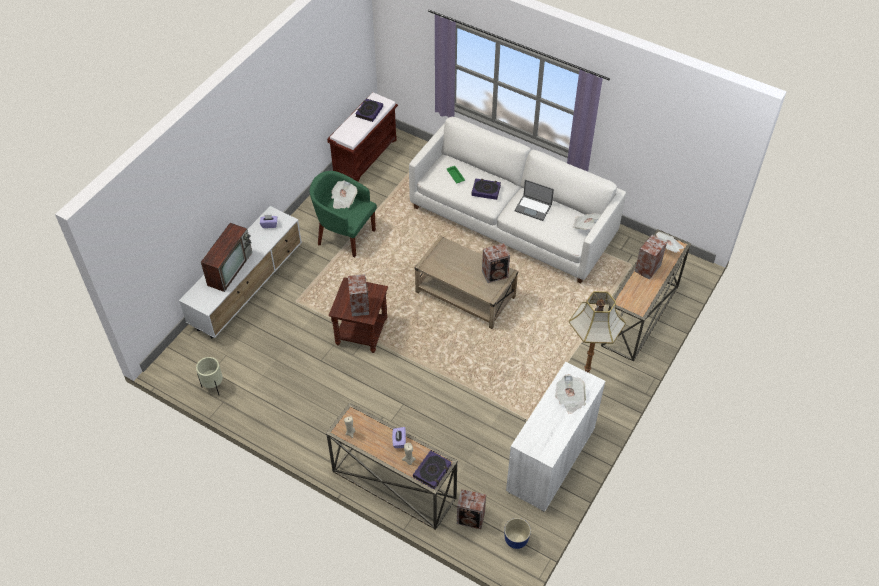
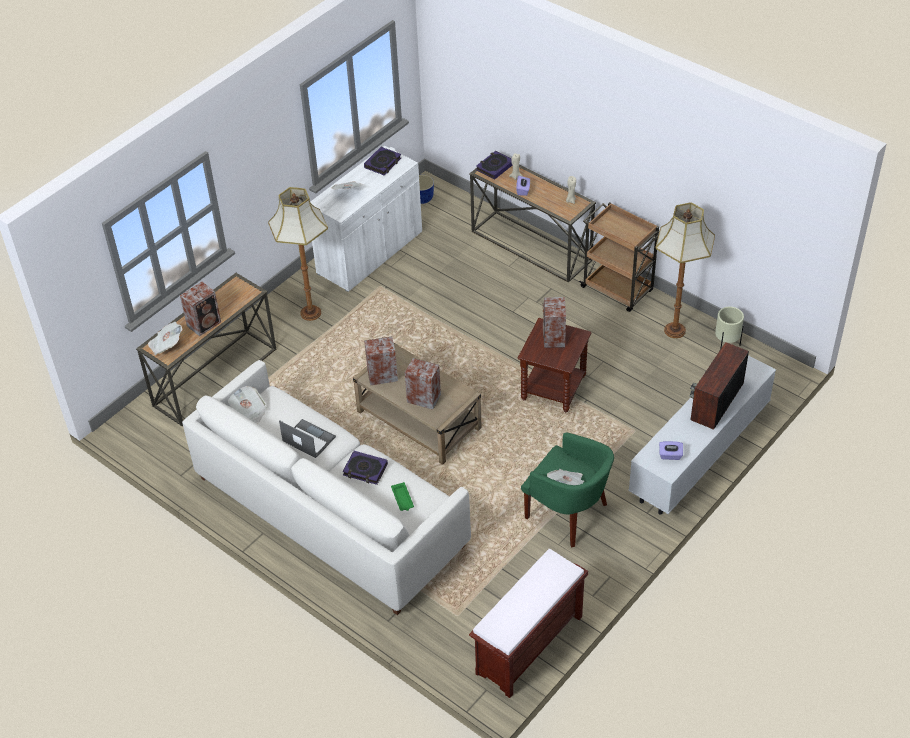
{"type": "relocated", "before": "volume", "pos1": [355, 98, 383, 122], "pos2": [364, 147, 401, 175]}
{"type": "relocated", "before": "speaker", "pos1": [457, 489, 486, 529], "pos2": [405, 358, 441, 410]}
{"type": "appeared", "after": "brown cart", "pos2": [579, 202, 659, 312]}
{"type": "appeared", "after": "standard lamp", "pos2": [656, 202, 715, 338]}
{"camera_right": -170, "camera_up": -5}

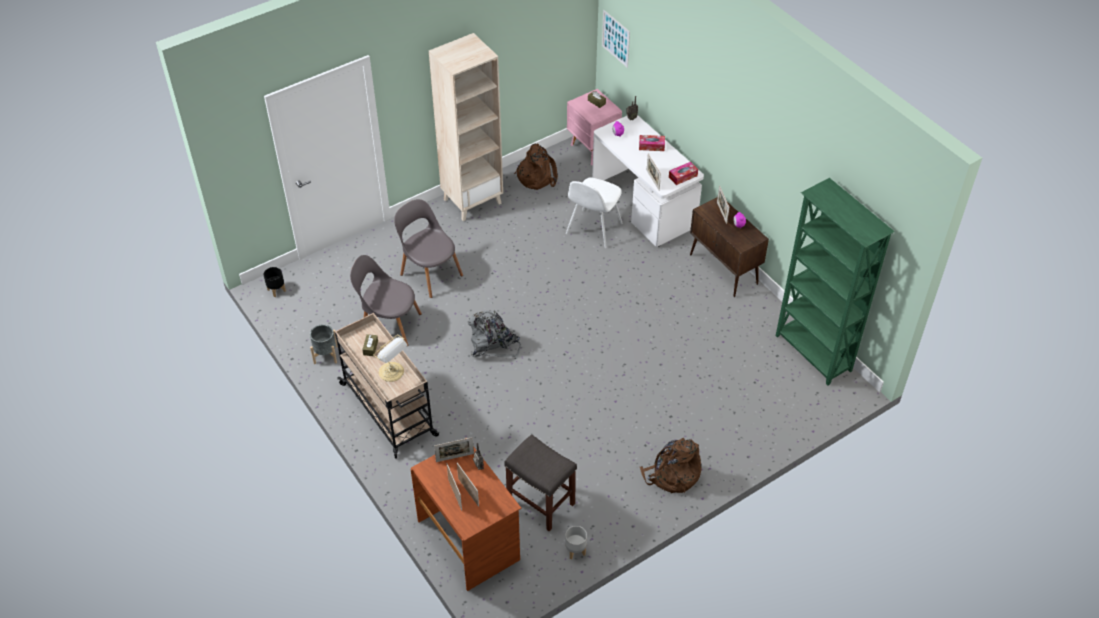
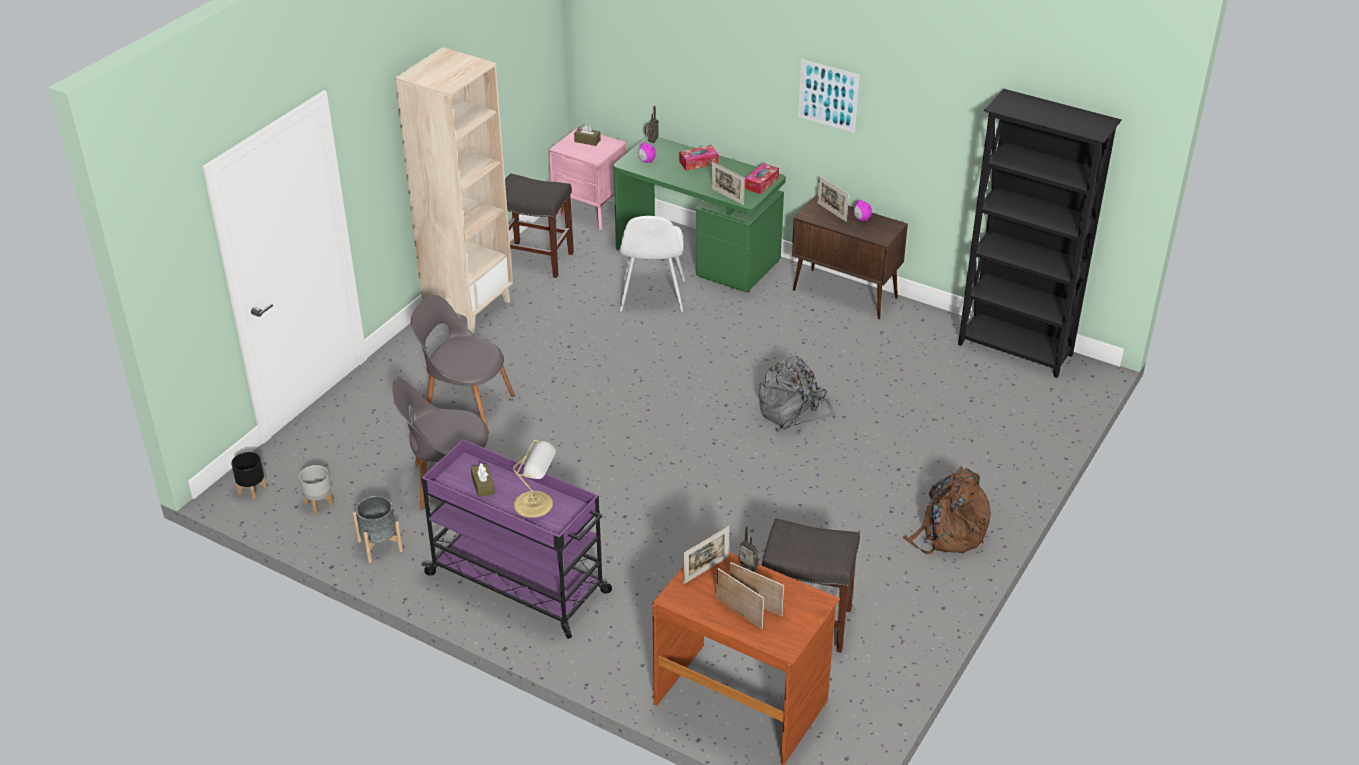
{"type": "relocated", "before": "wall picture", "pos1": [602, 10, 630, 68], "pos2": [798, 59, 860, 133]}
{"type": "colour", "before": "whitish desk", "after": "green-coloured desk", "pos1": [592, 115, 704, 247], "pos2": [613, 136, 786, 293]}
{"type": "exchanged", "before": "brown rucksack", "after": "greyish stool", "pos1": [514, 144, 558, 190], "pos2": [505, 174, 574, 278]}
{"type": "colour", "before": "green-coloured bookcase", "after": "black-coloured bookcase", "pos1": [776, 178, 895, 386], "pos2": [958, 89, 1122, 378]}
{"type": "relocated", "before": "greyish rucksack", "pos1": [468, 310, 520, 359], "pos2": [758, 356, 837, 432]}
{"type": "colour", "before": "beige-coloured cart", "after": "purple-coloured cart", "pos1": [335, 313, 439, 459], "pos2": [421, 439, 612, 639]}
{"type": "relocated", "before": "greyish plant pot", "pos1": [565, 526, 587, 559], "pos2": [299, 465, 334, 514]}
{"camera_right": -25, "camera_up": -10}

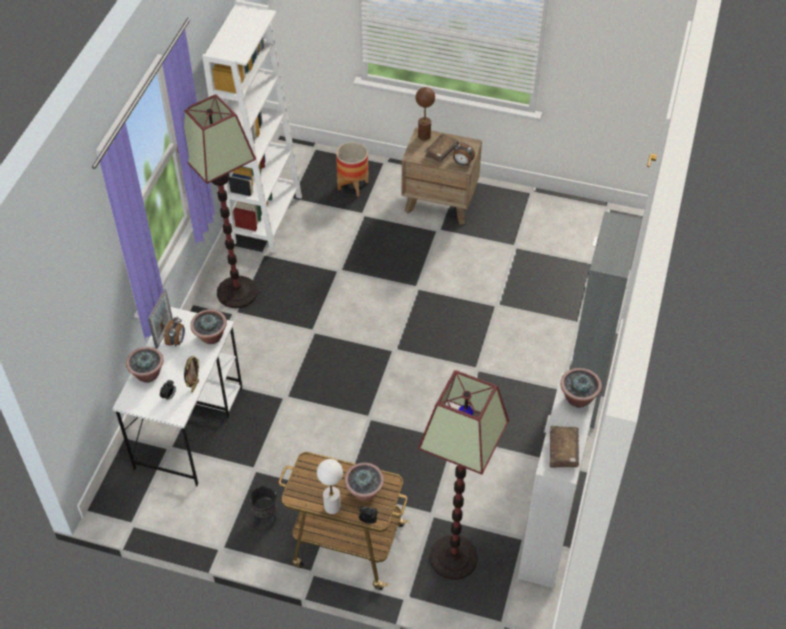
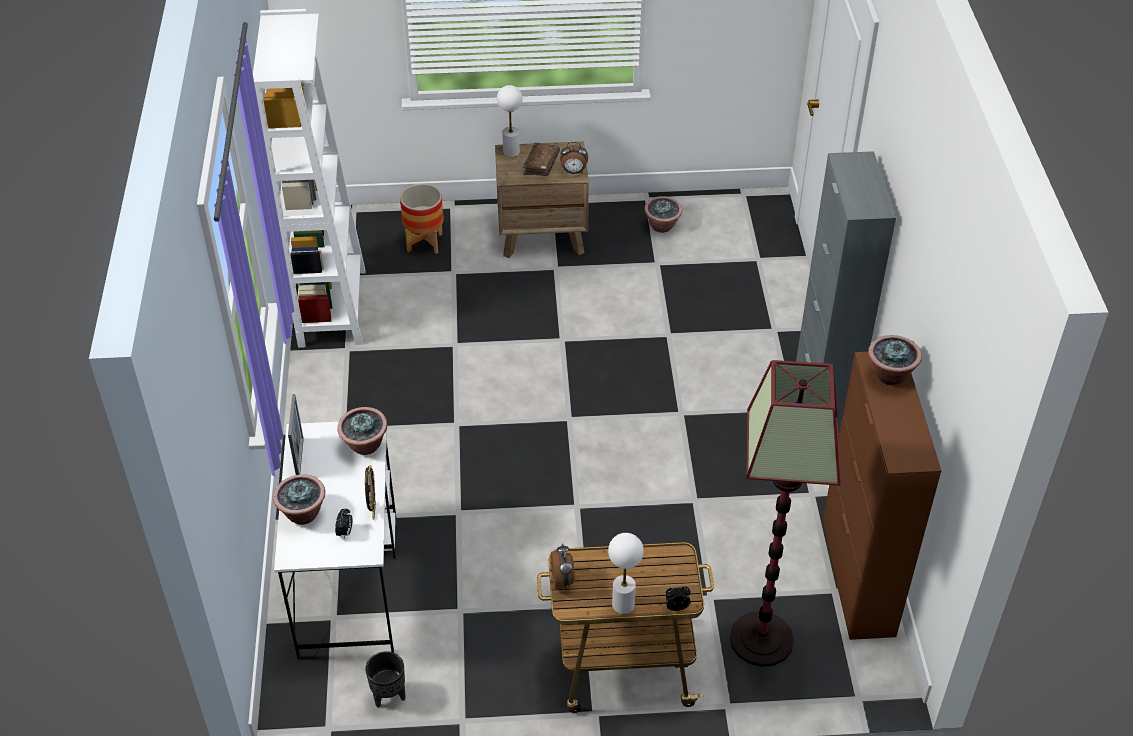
{"type": "colour", "before": "brown table lamp", "after": "whitish table lamp", "pos1": [416, 87, 435, 140], "pos2": [497, 85, 523, 157]}
{"type": "missing", "before": "standard lamp", "pos1": [177, 94, 257, 308]}
{"type": "relocated", "before": "alarm clock", "pos1": [164, 316, 185, 347], "pos2": [551, 543, 575, 589]}
{"type": "colour", "before": "whitish cupboard", "after": "brown cupboard", "pos1": [518, 373, 596, 588], "pos2": [822, 352, 941, 640]}
{"type": "missing", "before": "brown volume", "pos1": [550, 426, 579, 468]}
{"type": "relocated", "before": "plant in a pot", "pos1": [345, 462, 384, 501], "pos2": [644, 196, 682, 233]}
{"type": "relocated", "before": "black-coloured plant pot", "pos1": [249, 486, 277, 523], "pos2": [365, 651, 406, 708]}
{"camera_right": -20, "camera_up": -5}

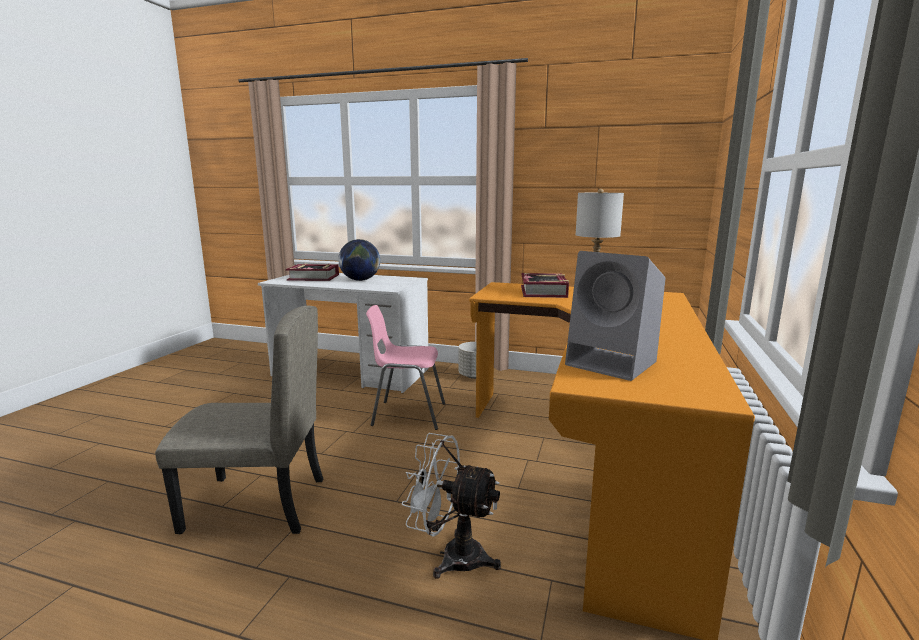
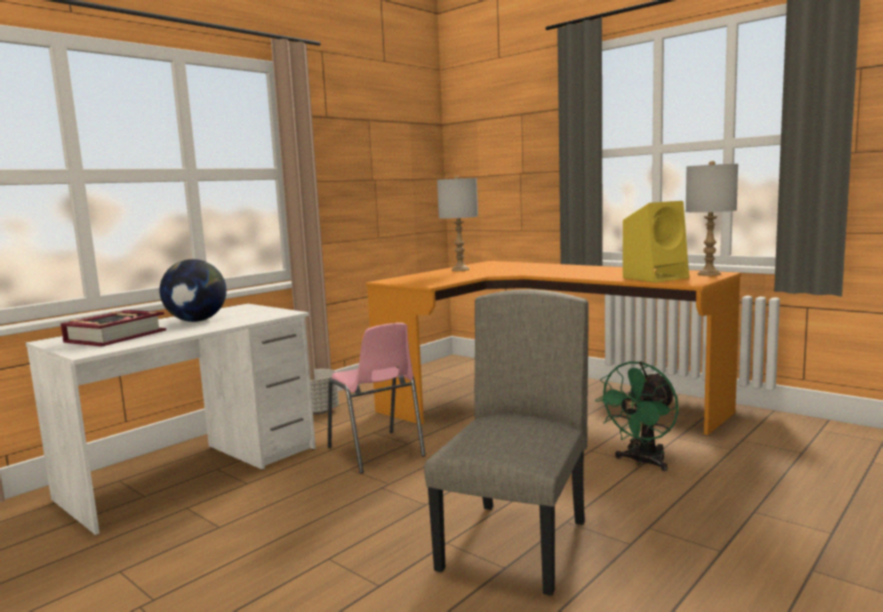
{"type": "colour", "before": "greyish speaker", "after": "yellow speaker", "pos1": [565, 251, 666, 381], "pos2": [623, 201, 689, 283]}
{"type": "missing", "before": "volume", "pos1": [521, 273, 569, 298]}
{"type": "spun", "before": "pinkish chair", "pos1": [366, 305, 445, 430], "pos2": [328, 323, 426, 473], "turn": -60}
{"type": "colour", "before": "whitish cooling fan", "after": "green-coloured cooling fan", "pos1": [402, 433, 501, 579], "pos2": [595, 361, 679, 471]}
{"type": "appeared", "after": "greyish table lamp", "pos2": [686, 161, 738, 276]}
{"camera_right": -65, "camera_up": -5}

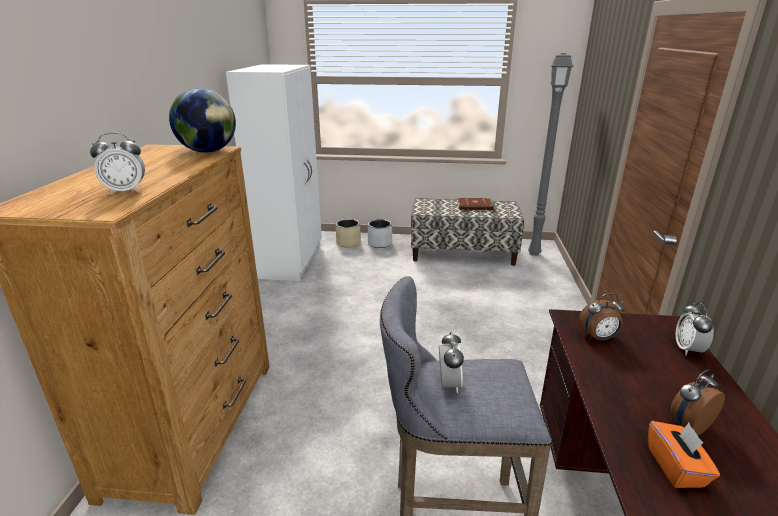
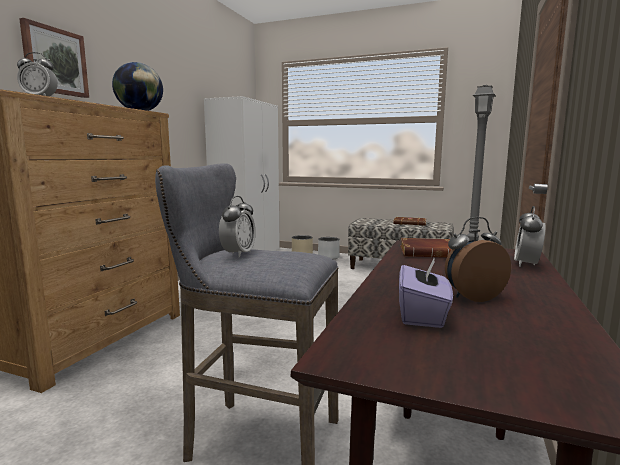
{"type": "exchanged", "before": "alarm clock", "after": "brown volume", "pos1": [578, 293, 625, 340], "pos2": [400, 238, 452, 258]}
{"type": "colour", "before": "orangey tissue holder", "after": "purple-coloured tissue holder", "pos1": [648, 421, 720, 488], "pos2": [399, 256, 453, 328]}
{"type": "appeared", "after": "wall picture", "pos2": [19, 18, 89, 98]}
{"camera_right": 15, "camera_up": -15}

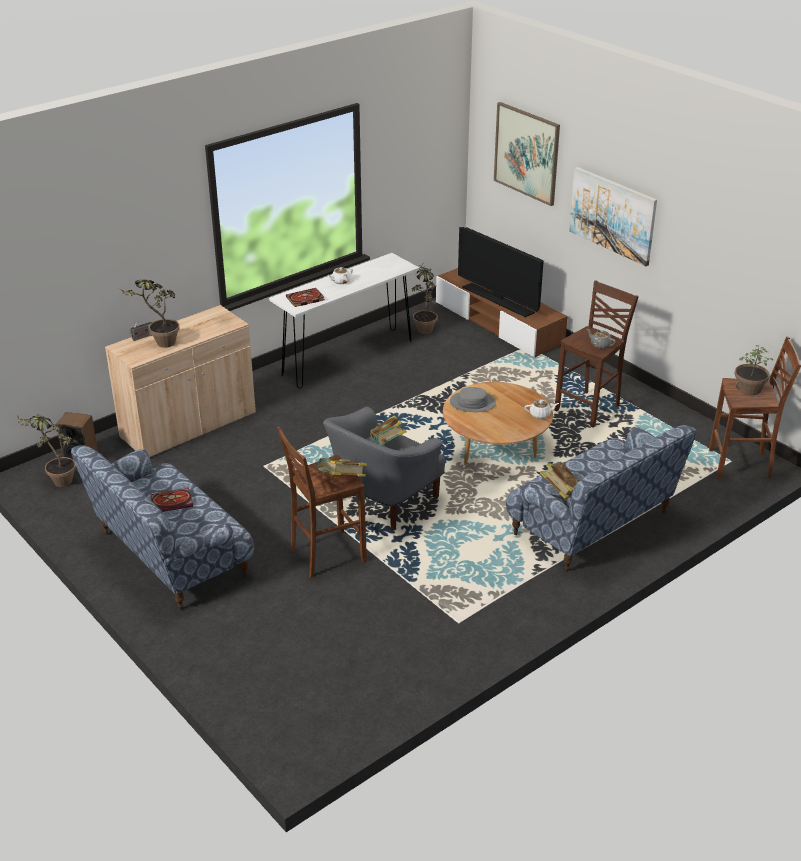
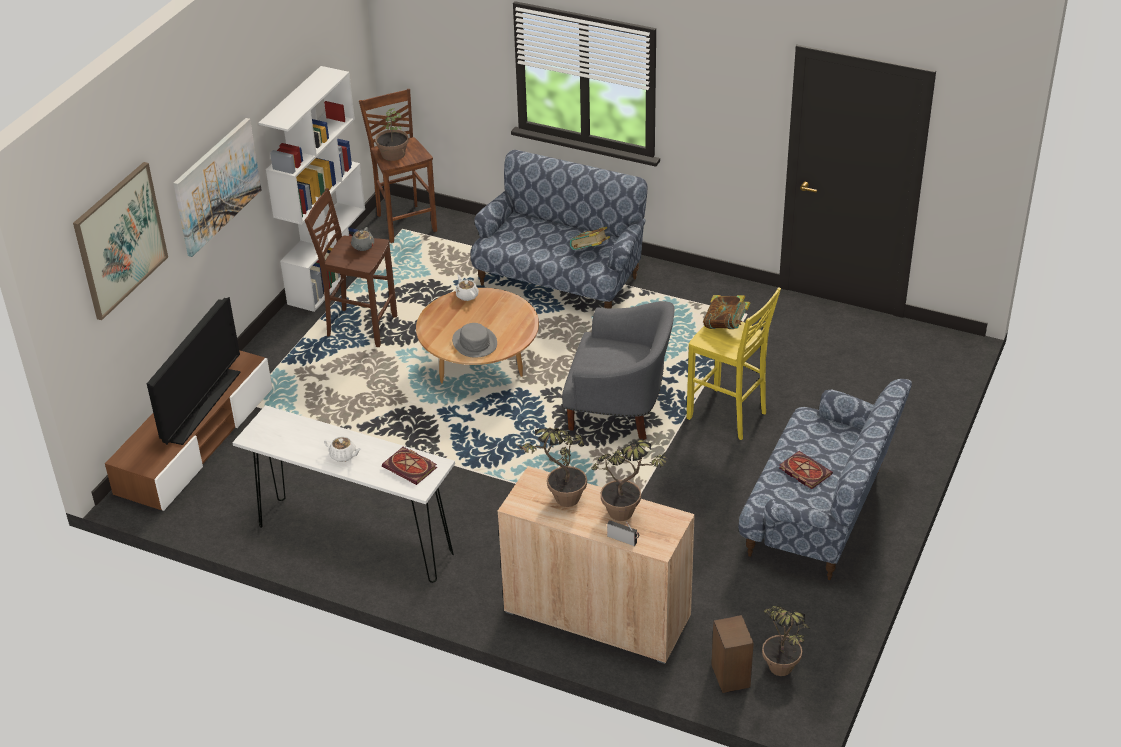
{"type": "relocated", "before": "plant in a pot", "pos1": [411, 262, 438, 334], "pos2": [515, 428, 587, 507]}
{"type": "missing", "before": "volume", "pos1": [370, 415, 406, 445]}
{"type": "colour", "before": "brown stool", "after": "yellow stool", "pos1": [277, 426, 367, 577], "pos2": [687, 287, 781, 440]}
{"type": "appeared", "after": "whitish bookcase", "pos2": [258, 66, 365, 312]}
{"camera_right": -115, "camera_up": 5}

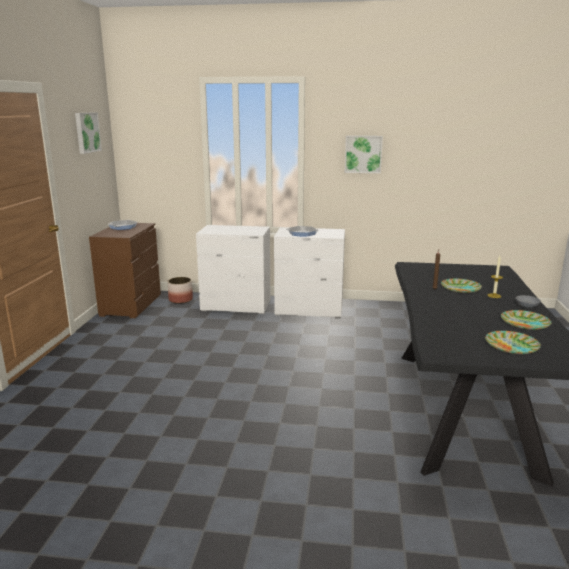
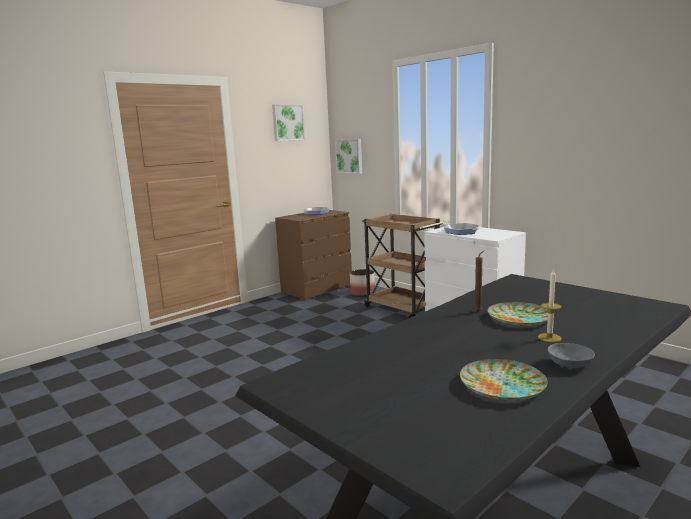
{"type": "relocated", "before": "wall picture", "pos1": [345, 136, 383, 173], "pos2": [335, 139, 362, 174]}
{"type": "exchanged", "before": "whitish drawer chest", "after": "brown cart", "pos1": [196, 225, 270, 314], "pos2": [362, 214, 443, 318]}
{"type": "missing", "before": "dinner plate", "pos1": [485, 331, 541, 354]}
{"camera_right": 40, "camera_up": -5}

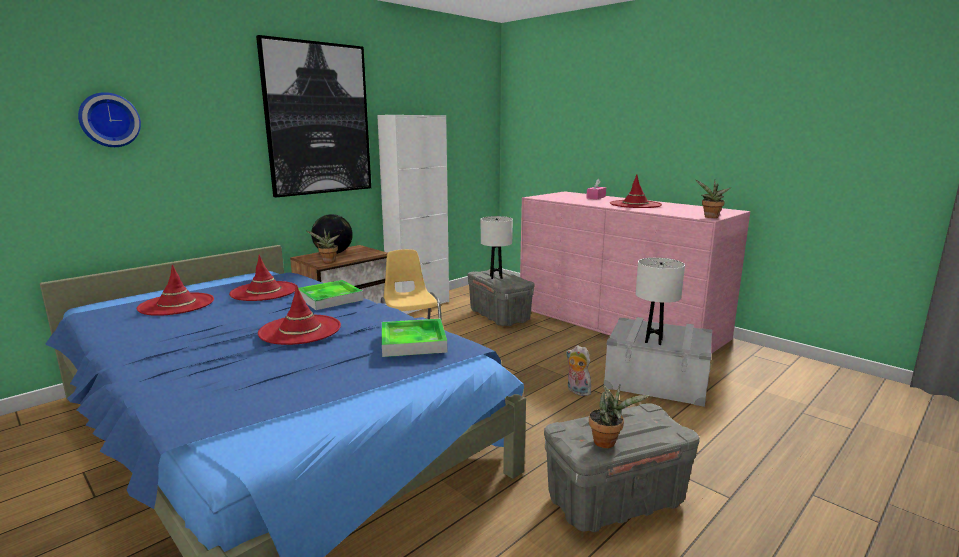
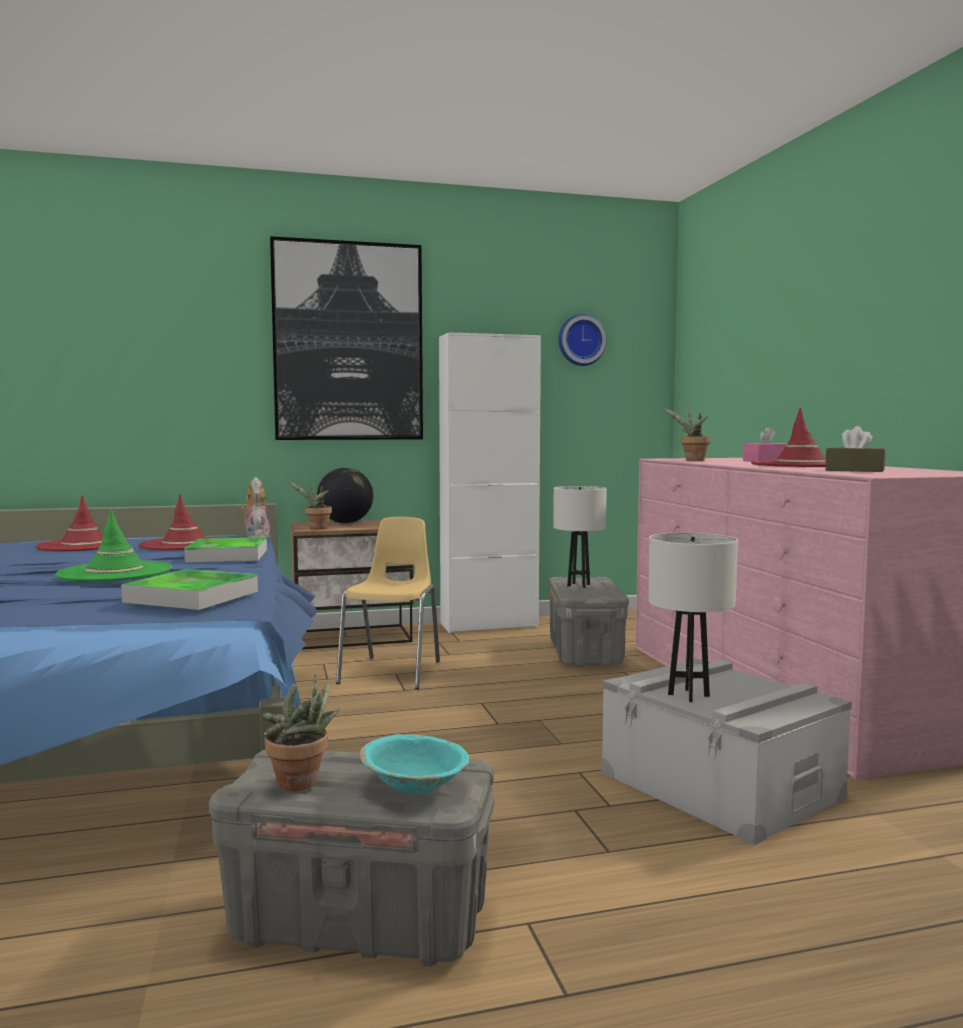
{"type": "relocated", "before": "hanging clock", "pos1": [78, 92, 141, 147], "pos2": [559, 314, 607, 366]}
{"type": "relocated", "before": "plant in a pot", "pos1": [696, 180, 731, 218], "pos2": [662, 407, 711, 461]}
{"type": "colour", "before": "reddish hat", "after": "green-coloured hat", "pos1": [258, 285, 341, 345], "pos2": [56, 508, 172, 582]}
{"type": "relocated", "before": "soft toy", "pos1": [566, 345, 591, 396], "pos2": [241, 477, 271, 538]}
{"type": "appeared", "after": "brown tissue holder", "pos2": [826, 426, 886, 472]}
{"type": "appeared", "after": "turquoise deep dish", "pos2": [359, 734, 470, 794]}
{"camera_right": 30, "camera_up": -10}

